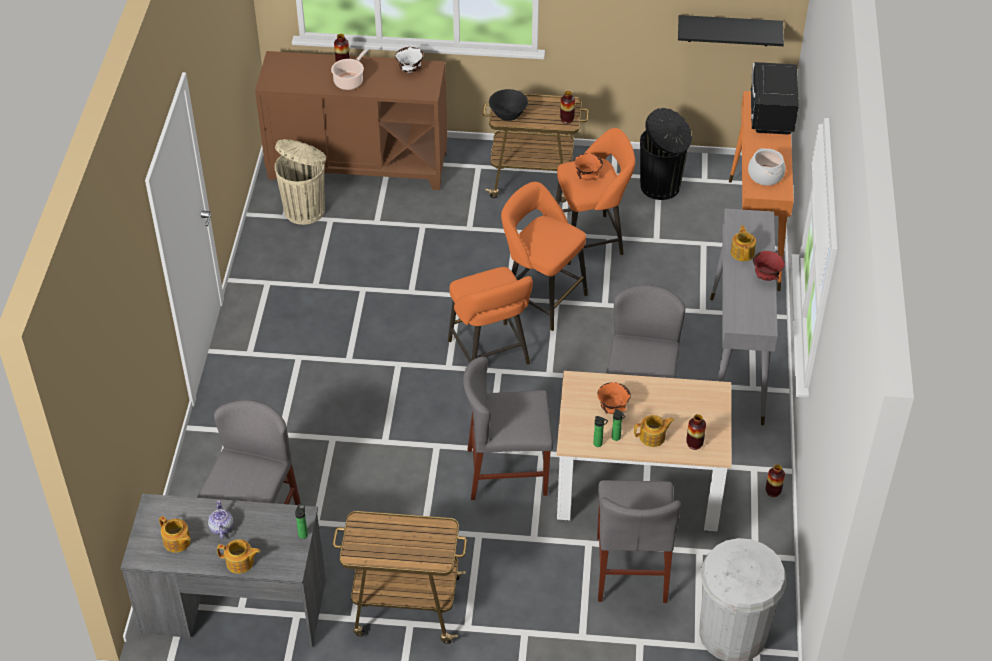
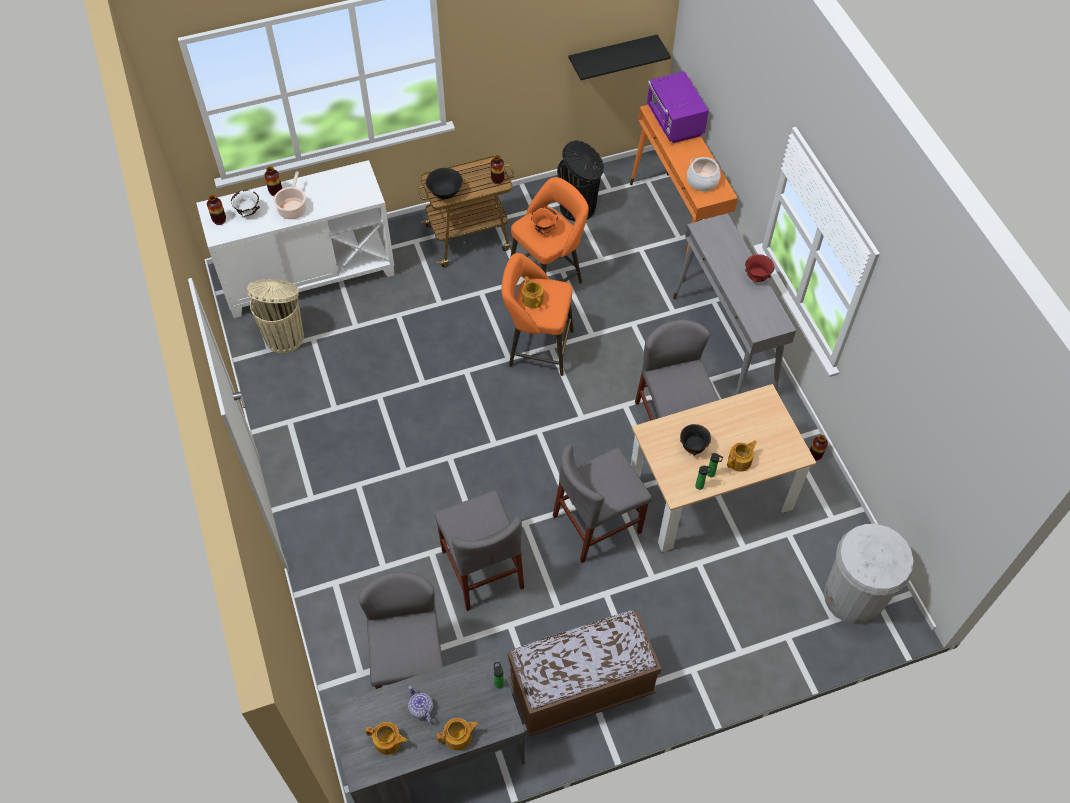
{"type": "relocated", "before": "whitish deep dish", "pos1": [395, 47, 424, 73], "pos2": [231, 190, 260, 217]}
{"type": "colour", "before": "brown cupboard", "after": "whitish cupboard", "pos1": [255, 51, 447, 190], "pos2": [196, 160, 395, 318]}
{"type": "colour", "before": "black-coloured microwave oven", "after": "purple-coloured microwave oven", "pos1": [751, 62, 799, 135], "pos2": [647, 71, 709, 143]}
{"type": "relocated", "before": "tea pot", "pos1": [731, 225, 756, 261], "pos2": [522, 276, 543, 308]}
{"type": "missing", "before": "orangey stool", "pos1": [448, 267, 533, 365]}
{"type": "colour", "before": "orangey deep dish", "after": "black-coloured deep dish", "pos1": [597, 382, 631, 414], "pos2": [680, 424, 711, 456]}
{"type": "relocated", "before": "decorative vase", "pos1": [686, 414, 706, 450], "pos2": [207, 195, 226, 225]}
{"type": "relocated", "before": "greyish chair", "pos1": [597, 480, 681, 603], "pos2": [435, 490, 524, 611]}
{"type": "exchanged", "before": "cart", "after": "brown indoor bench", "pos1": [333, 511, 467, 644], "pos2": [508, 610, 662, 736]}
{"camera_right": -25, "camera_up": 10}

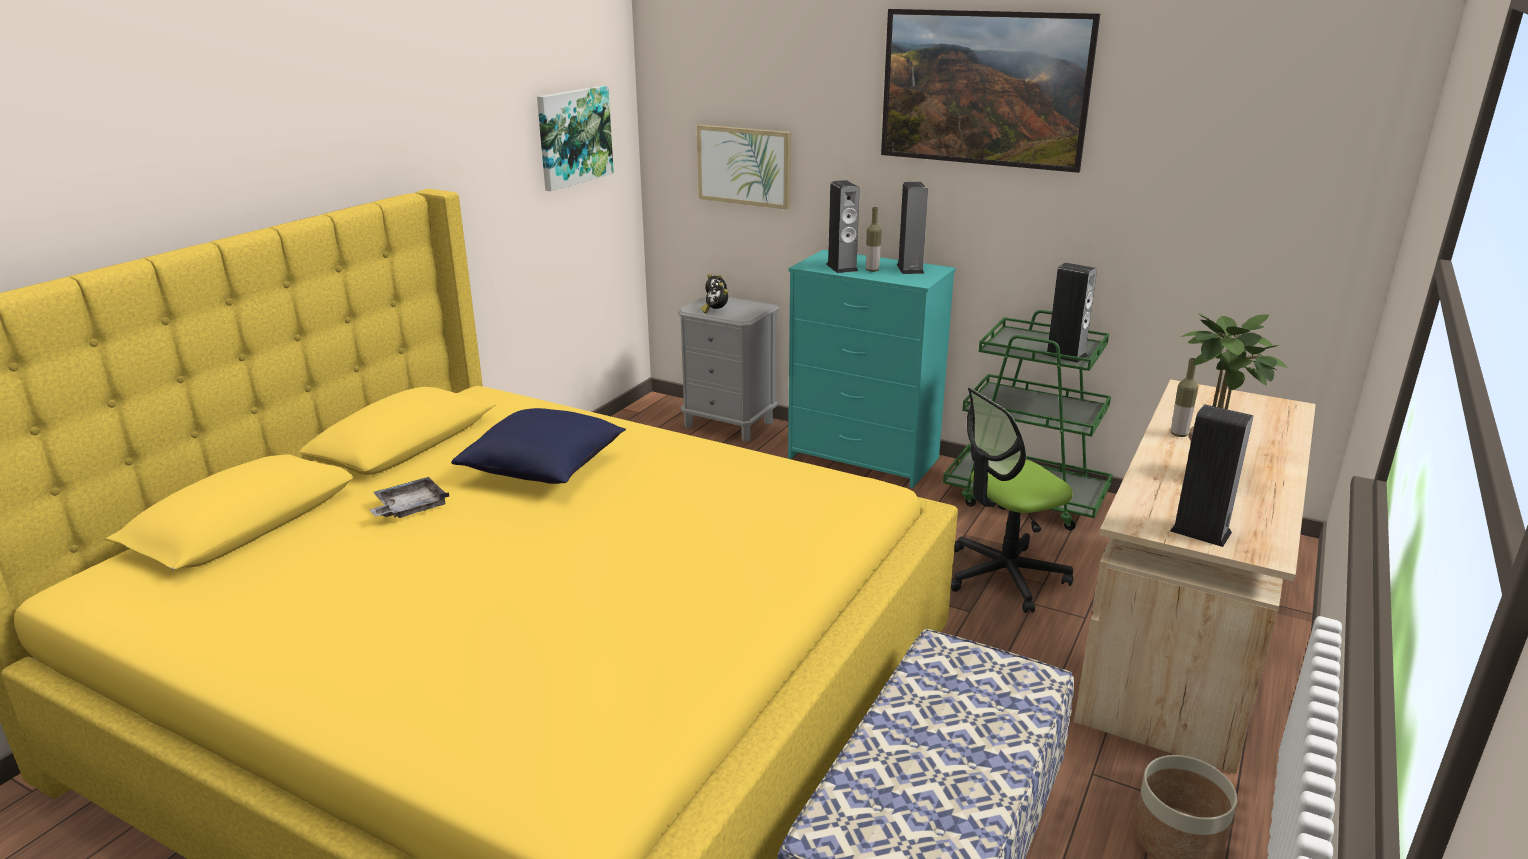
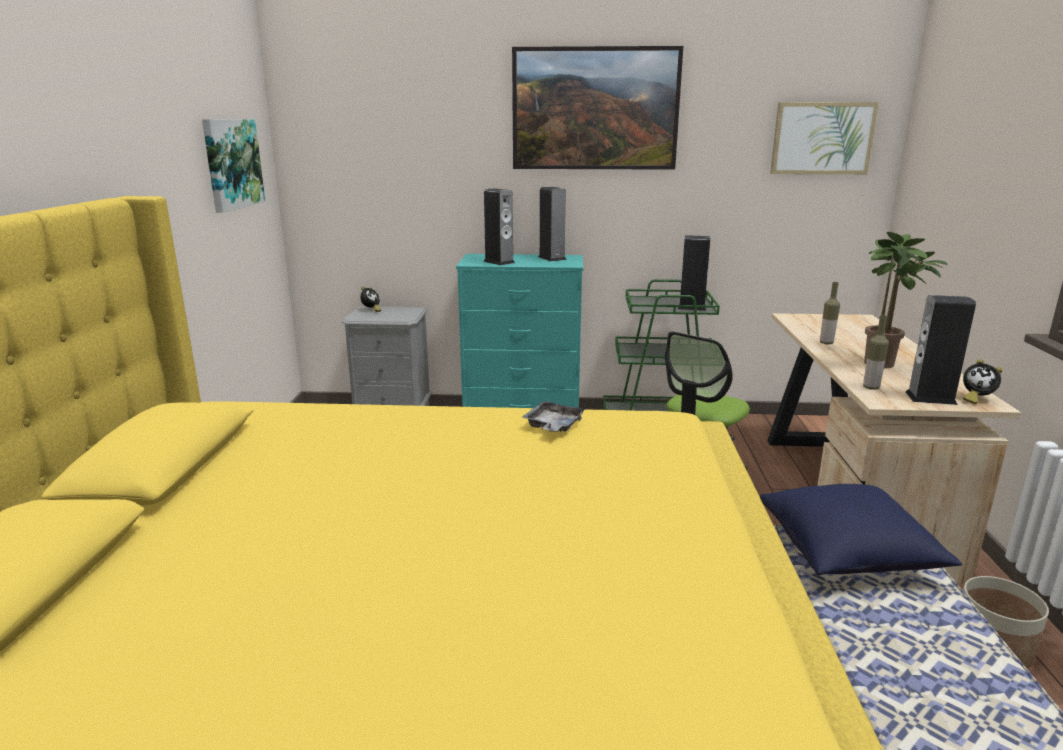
{"type": "relocated", "before": "wall picture", "pos1": [697, 125, 791, 209], "pos2": [770, 102, 879, 174]}
{"type": "relocated", "before": "beverage bottle", "pos1": [866, 207, 882, 272], "pos2": [863, 315, 889, 390]}
{"type": "relocated", "before": "alarm clock", "pos1": [701, 282, 728, 314], "pos2": [963, 359, 1003, 404]}
{"type": "relocated", "before": "blue throw pillow", "pos1": [451, 408, 626, 484], "pos2": [759, 484, 962, 575]}
{"type": "relocated", "before": "greyish carrying tray", "pos1": [369, 477, 449, 518], "pos2": [522, 401, 586, 432]}
{"camera_right": -25, "camera_up": -5}

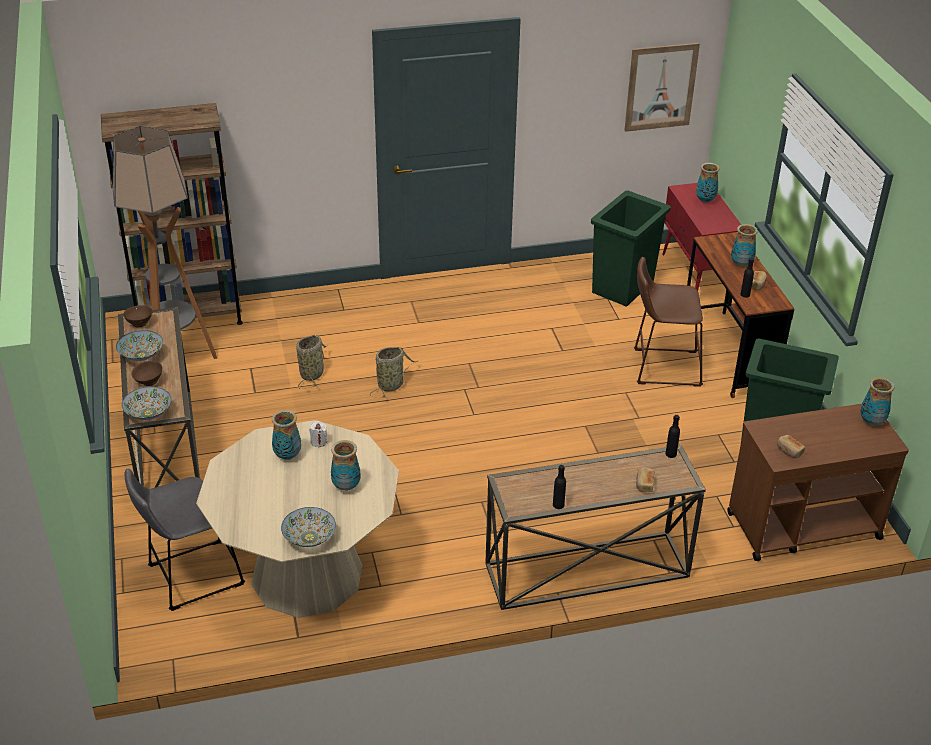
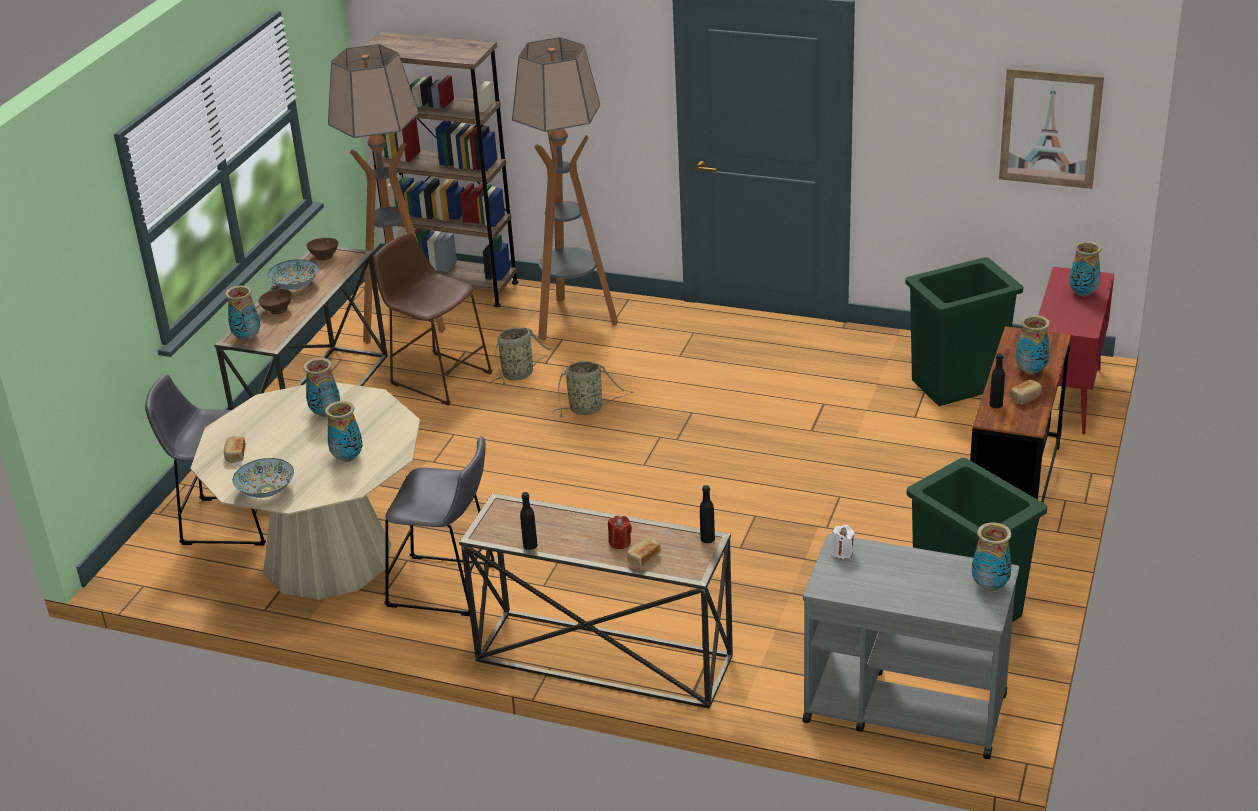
{"type": "relocated", "before": "brown stool", "pos1": [634, 257, 703, 387], "pos2": [373, 233, 492, 406]}
{"type": "exchanged", "before": "deep dish", "after": "decorative vase", "pos1": [122, 387, 171, 420], "pos2": [225, 285, 261, 341]}
{"type": "colour", "before": "brown cart", "after": "greyish cart", "pos1": [727, 404, 909, 561], "pos2": [803, 534, 1019, 759]}
{"type": "relocated", "before": "whitish wax light", "pos1": [309, 421, 327, 447], "pos2": [832, 525, 855, 559]}
{"type": "relocated", "before": "bakery bread", "pos1": [777, 435, 805, 458], "pos2": [224, 436, 246, 463]}
{"type": "appeared", "after": "standard lamp", "pos2": [512, 37, 618, 340]}
{"type": "appeared", "after": "greyish stool", "pos2": [384, 437, 496, 616]}
{"type": "appeared", "after": "reddish wax light", "pos2": [608, 516, 632, 549]}
{"camera_right": 35, "camera_up": -5}

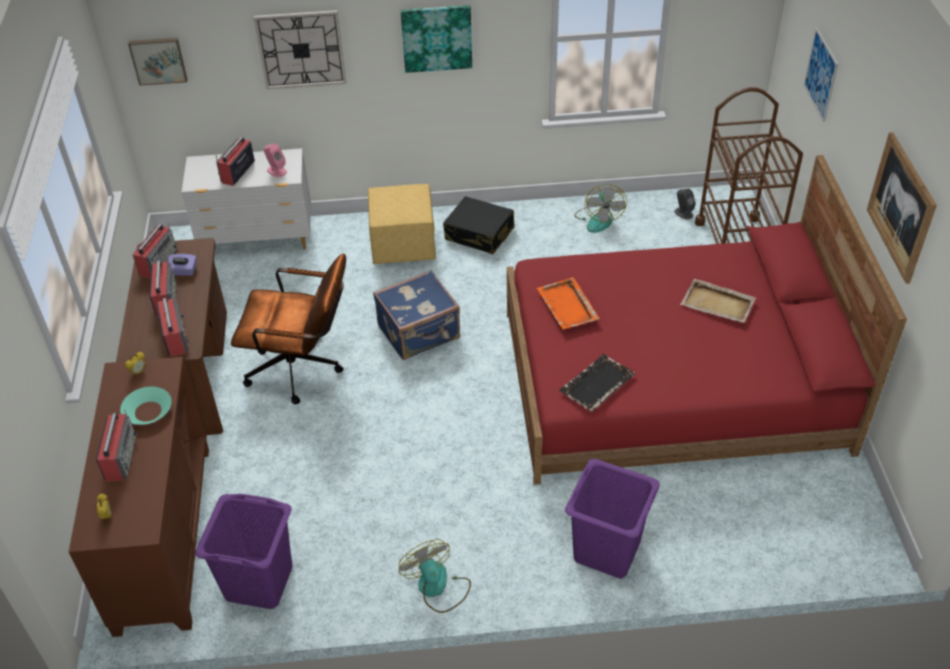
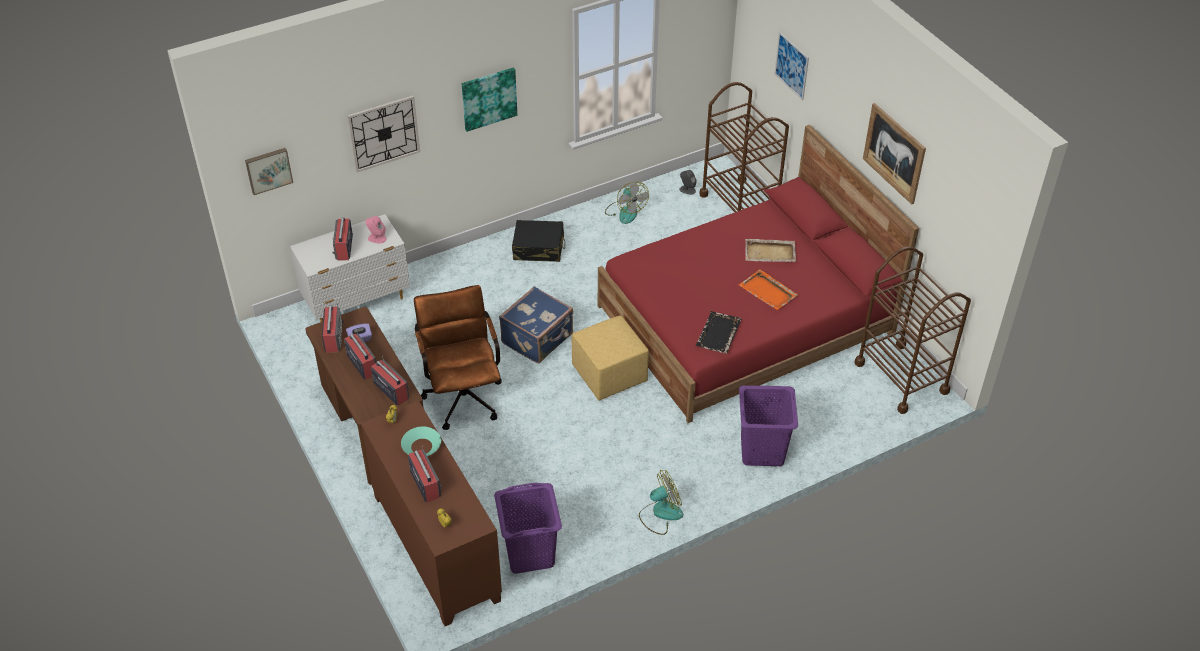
{"type": "relocated", "before": "yellow pouffe", "pos1": [368, 184, 436, 264], "pos2": [572, 315, 649, 400]}
{"type": "spun", "before": "brown office chair", "pos1": [231, 253, 346, 404], "pos2": [414, 285, 502, 430], "turn": -90}
{"type": "relocated", "before": "orangey carrying tray", "pos1": [537, 277, 600, 329], "pos2": [739, 269, 798, 310]}
{"type": "spun", "before": "cooling fan", "pos1": [399, 539, 471, 613], "pos2": [639, 470, 683, 535], "turn": 120}
{"type": "appeared", "after": "brown cart", "pos2": [854, 247, 971, 414]}
{"camera_right": -25, "camera_up": 0}

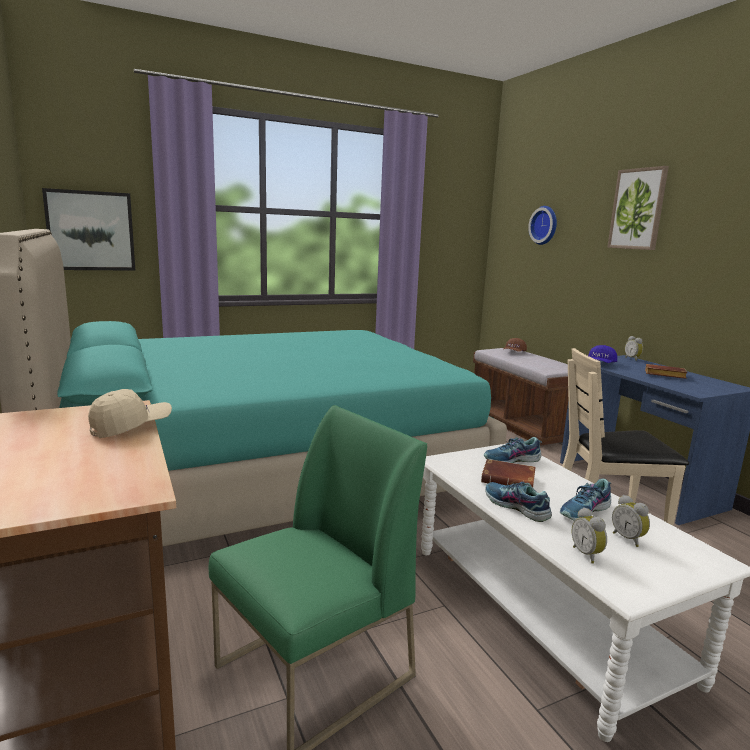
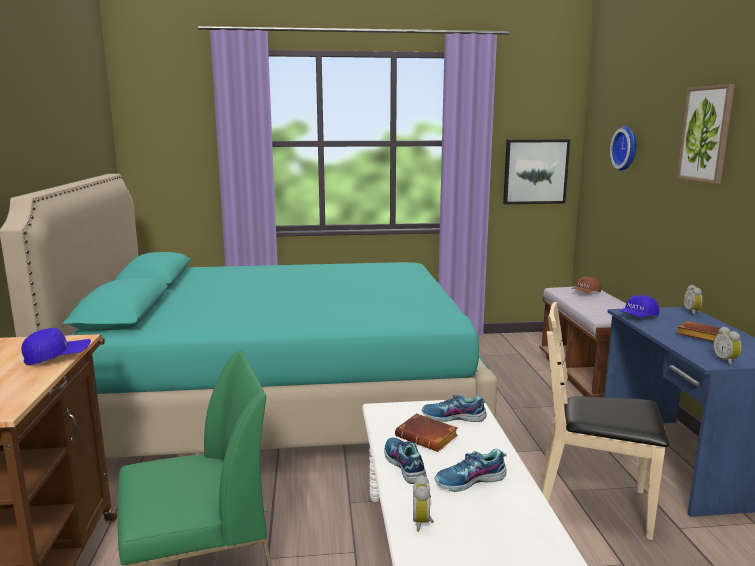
{"type": "relocated", "before": "wall picture", "pos1": [42, 188, 135, 271], "pos2": [503, 139, 570, 204]}
{"type": "colour", "before": "beige-coloured baseball cap", "after": "blue baseball cap", "pos1": [88, 389, 172, 438], "pos2": [21, 328, 91, 365]}
{"type": "relocated", "before": "alarm clock", "pos1": [612, 495, 650, 547], "pos2": [713, 326, 742, 366]}
{"camera_right": 20, "camera_up": 0}

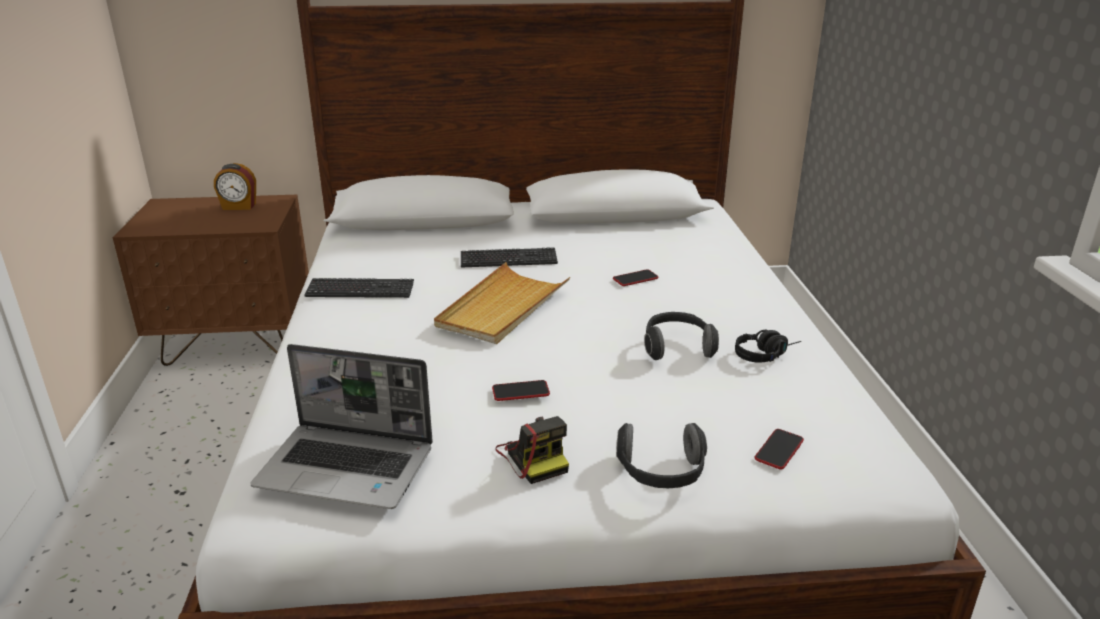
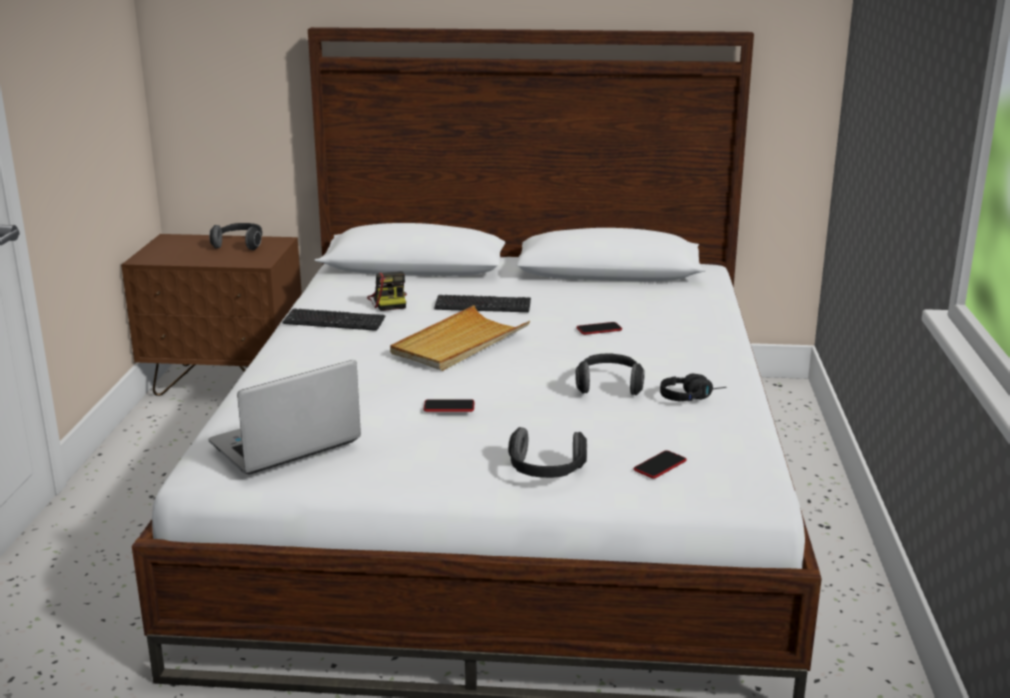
{"type": "exchanged", "before": "alarm clock", "after": "headphones", "pos1": [214, 163, 256, 210], "pos2": [209, 223, 262, 250]}
{"type": "spun", "before": "notebook computer", "pos1": [251, 344, 433, 509], "pos2": [209, 360, 361, 474], "turn": 120}
{"type": "relocated", "before": "photo camera", "pos1": [496, 416, 569, 484], "pos2": [367, 271, 407, 311]}
{"camera_right": 10, "camera_up": -5}

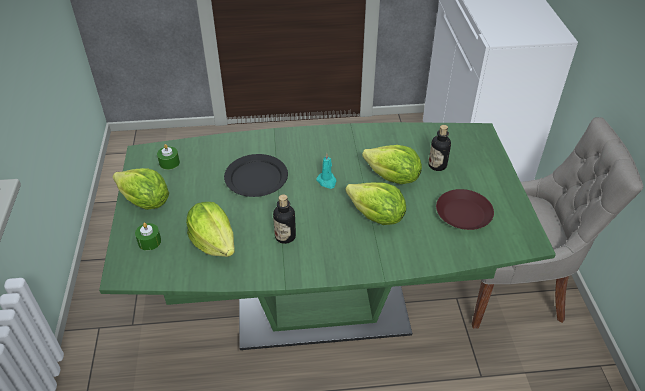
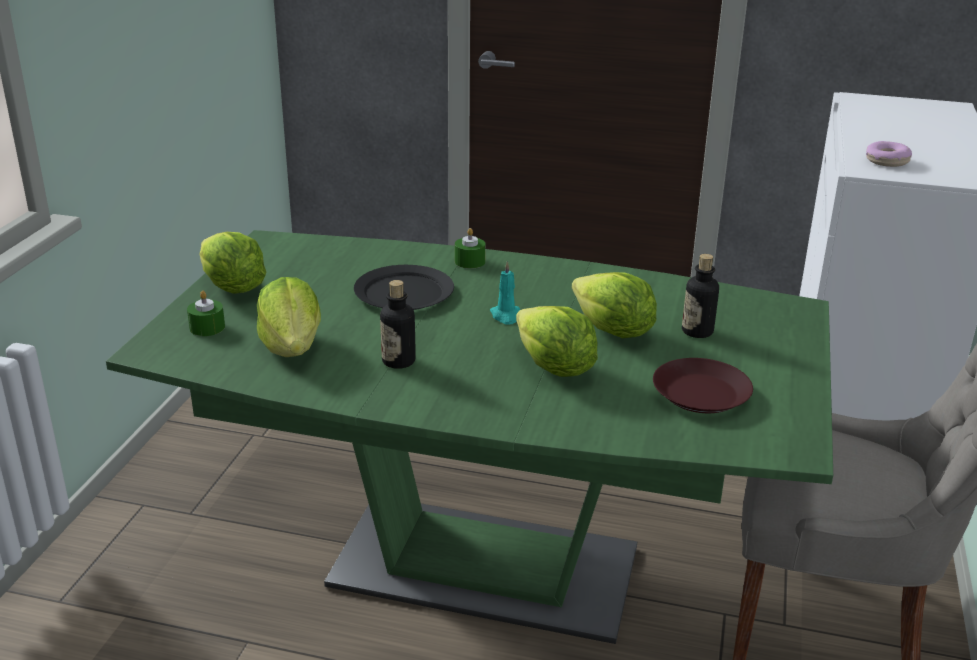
{"type": "relocated", "before": "green-coloured wax light", "pos1": [157, 144, 180, 170], "pos2": [455, 228, 485, 269]}
{"type": "appeared", "after": "donut", "pos2": [866, 141, 912, 167]}
{"camera_right": 20, "camera_up": -15}

